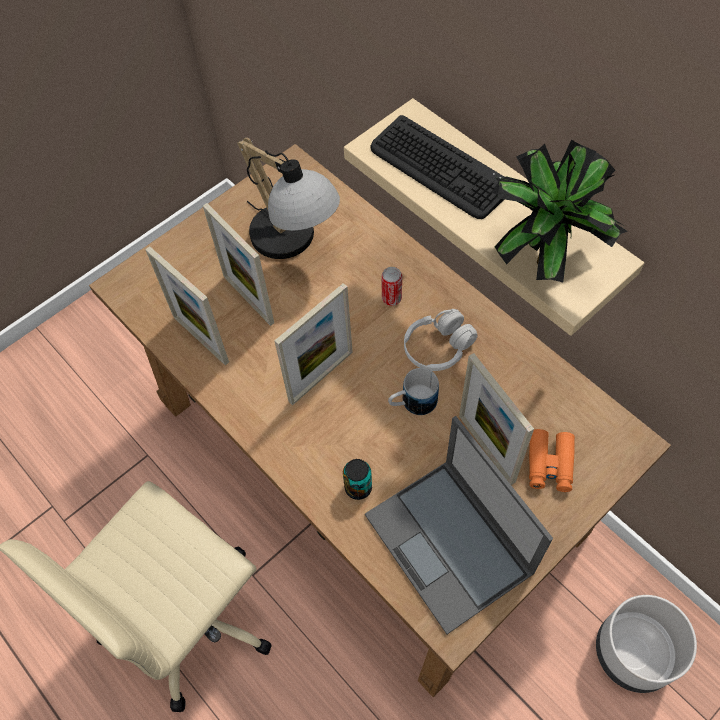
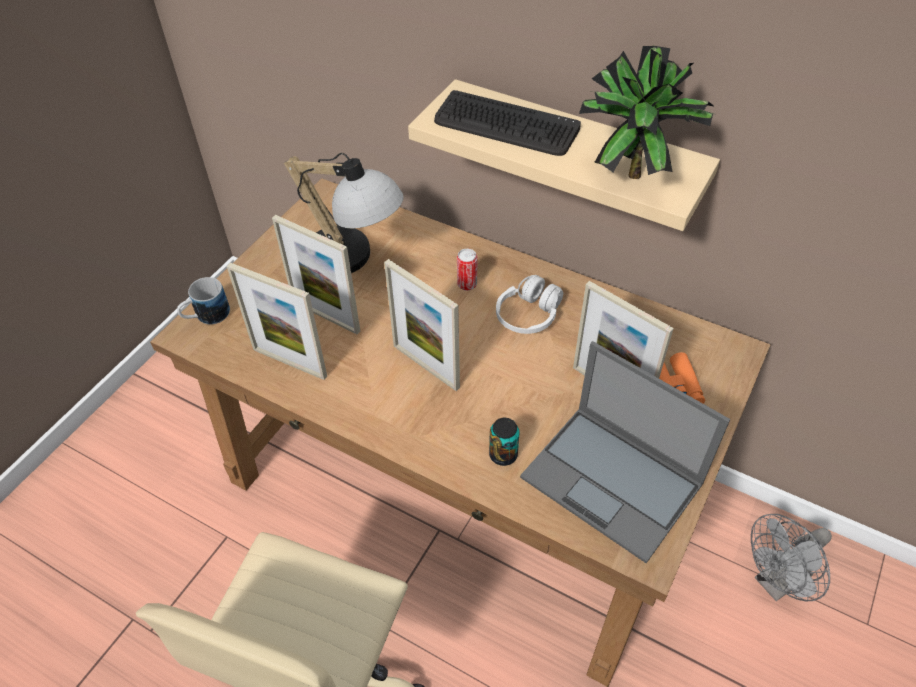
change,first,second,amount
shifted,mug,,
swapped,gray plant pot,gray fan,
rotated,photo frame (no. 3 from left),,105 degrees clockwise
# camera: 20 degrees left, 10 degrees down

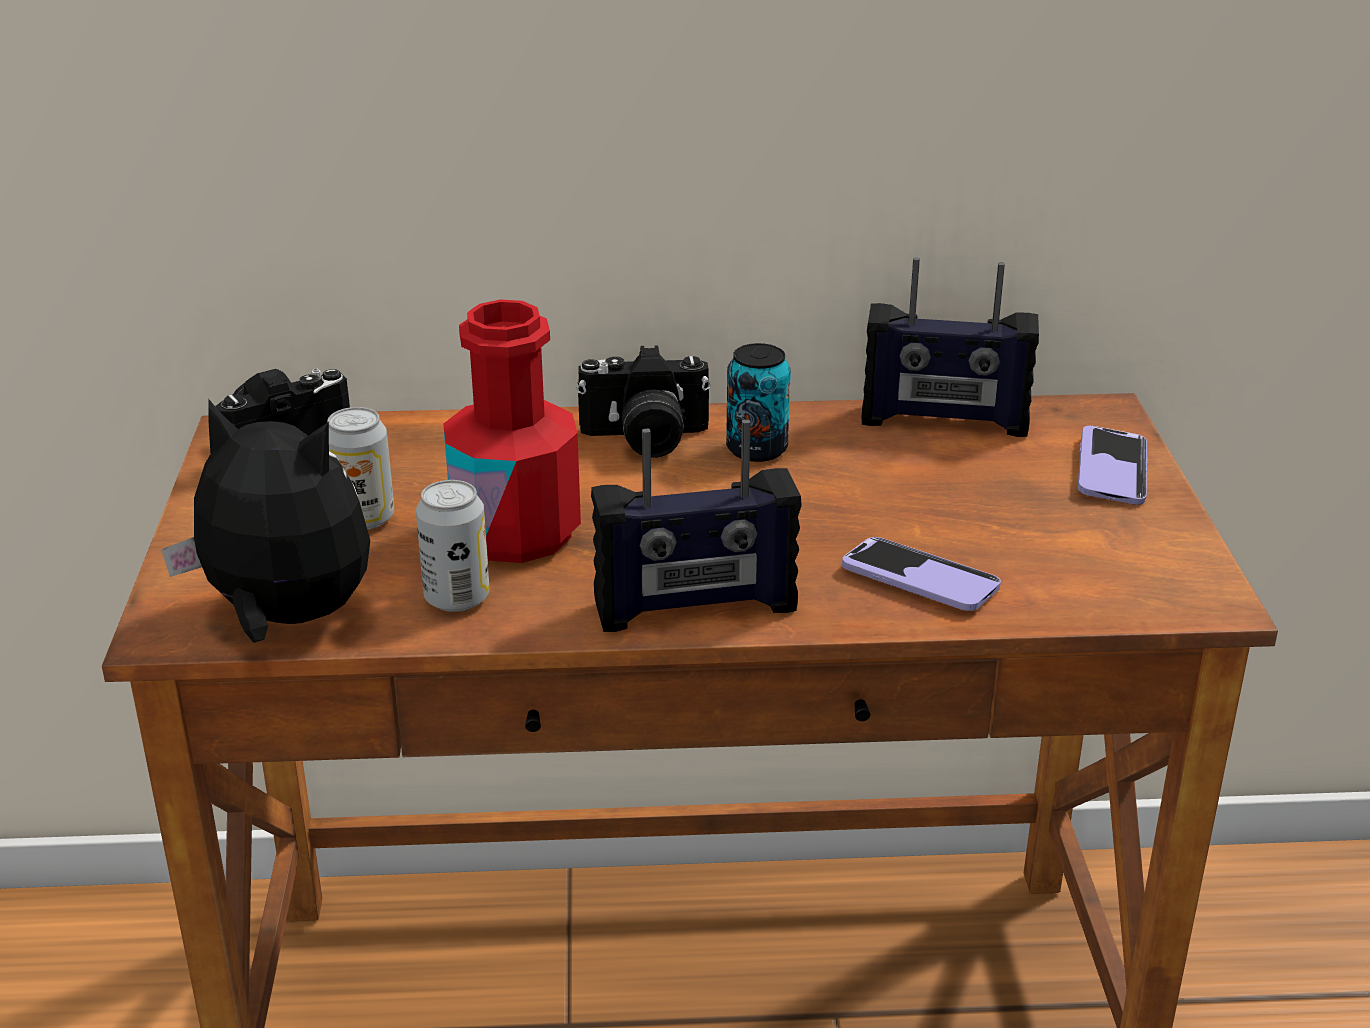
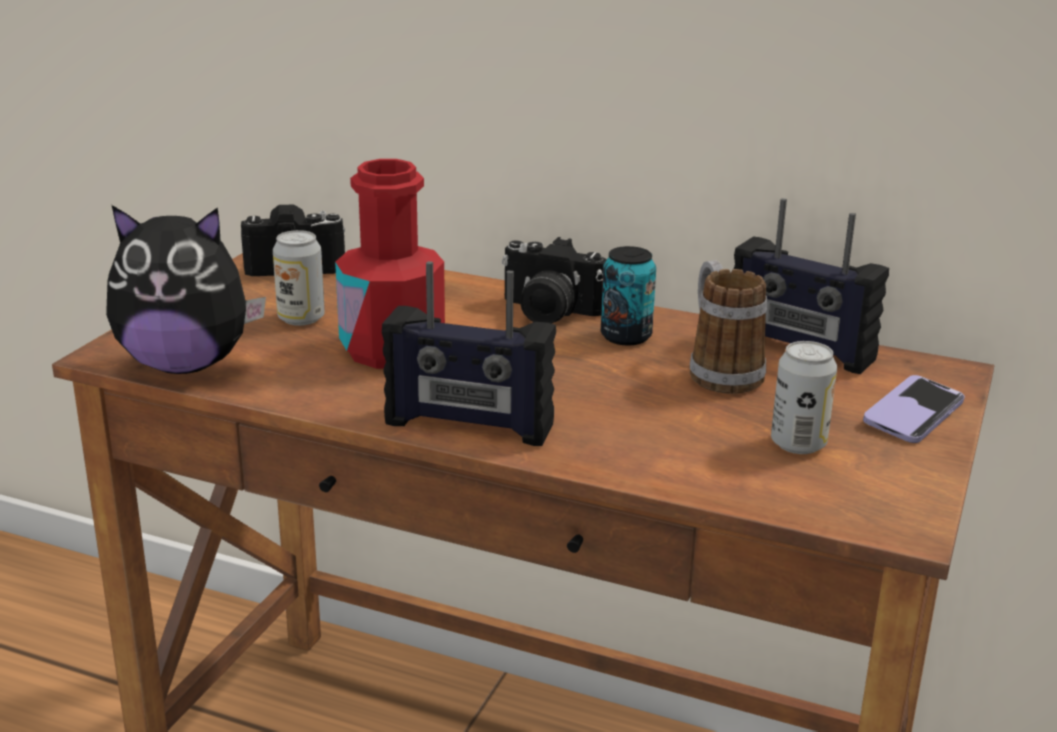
change,first,second,amount
gone,phone (no. 1 from left),,
new,,mug,
shifted,sealed can (no. 2 from left in the first image),sealed can (no. 3 from left),
rotated,plush toy,,135 degrees clockwise
# camera: 25 degrees right, 5 degrees down

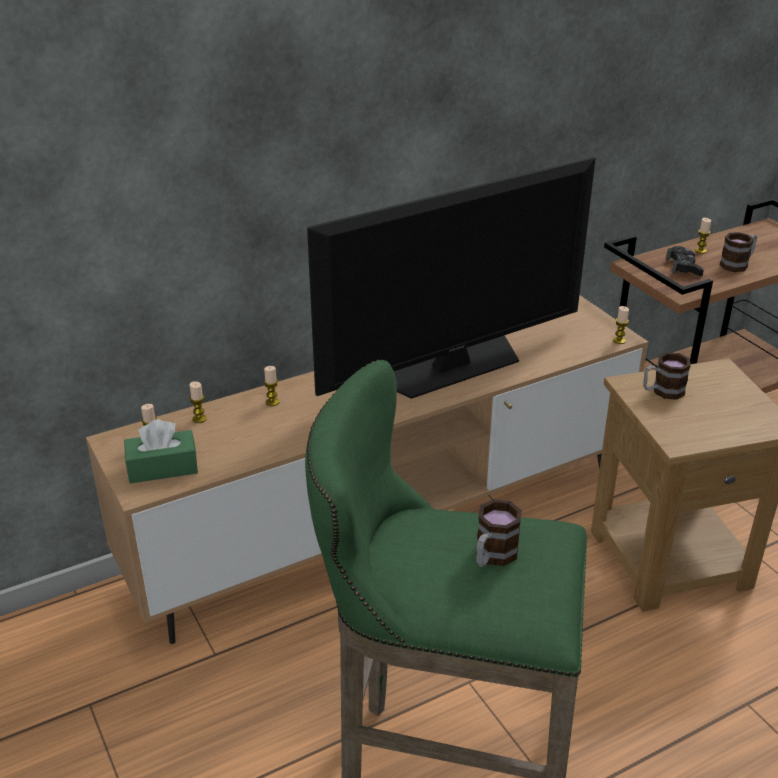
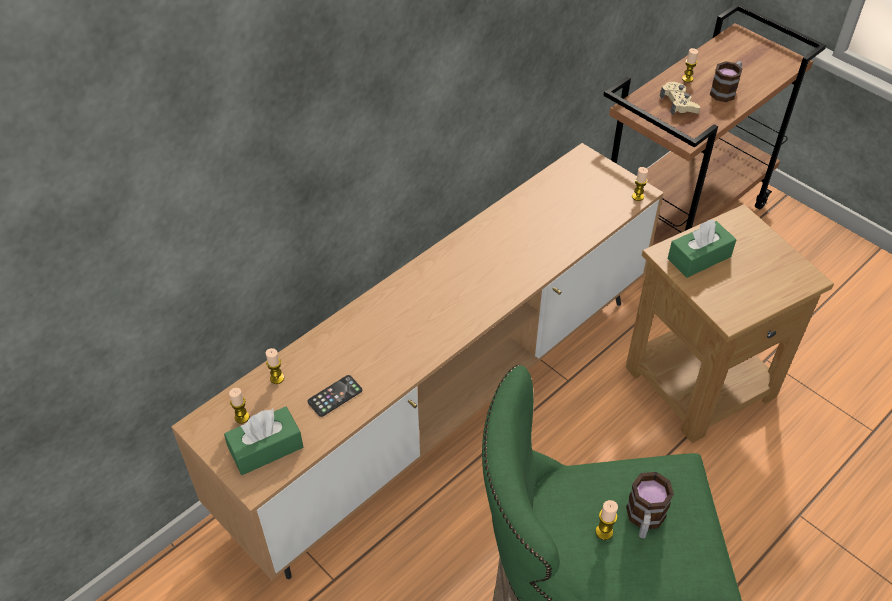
change,first,second,amount
gone,TV,,
new,,phone,
shifted,candle (no. 3 from left),,
swapped,mug (no. 2 from left),greenish tissue box (no. 2 from left),
repainted,black gamepad,beige gamepad,
# camera: 15 degrees left, 15 degrees up

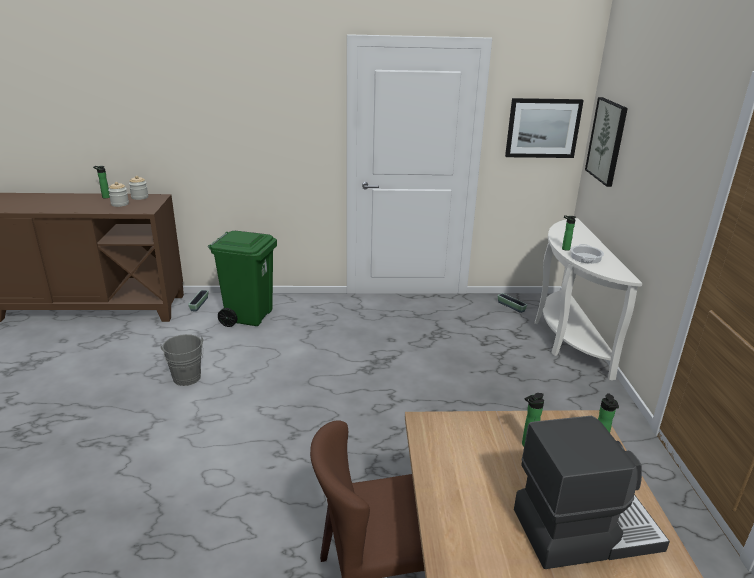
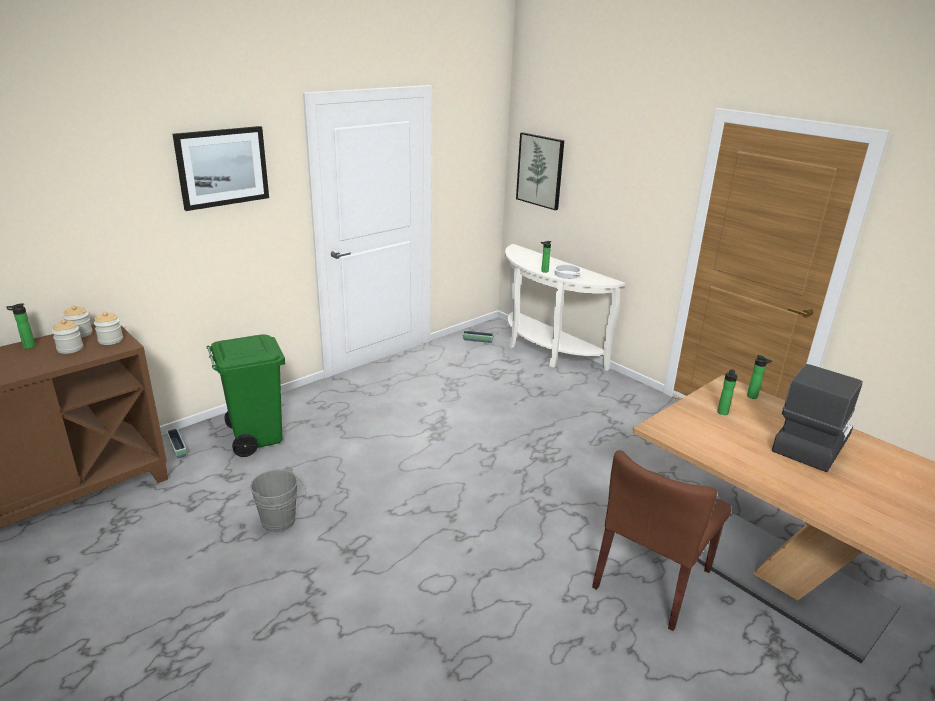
change,first,second,amount
new,,jar (no. 3 from left),
shifted,wall art (no. 1 from left),,
# camera: 40 degrees left, 0 degrees up

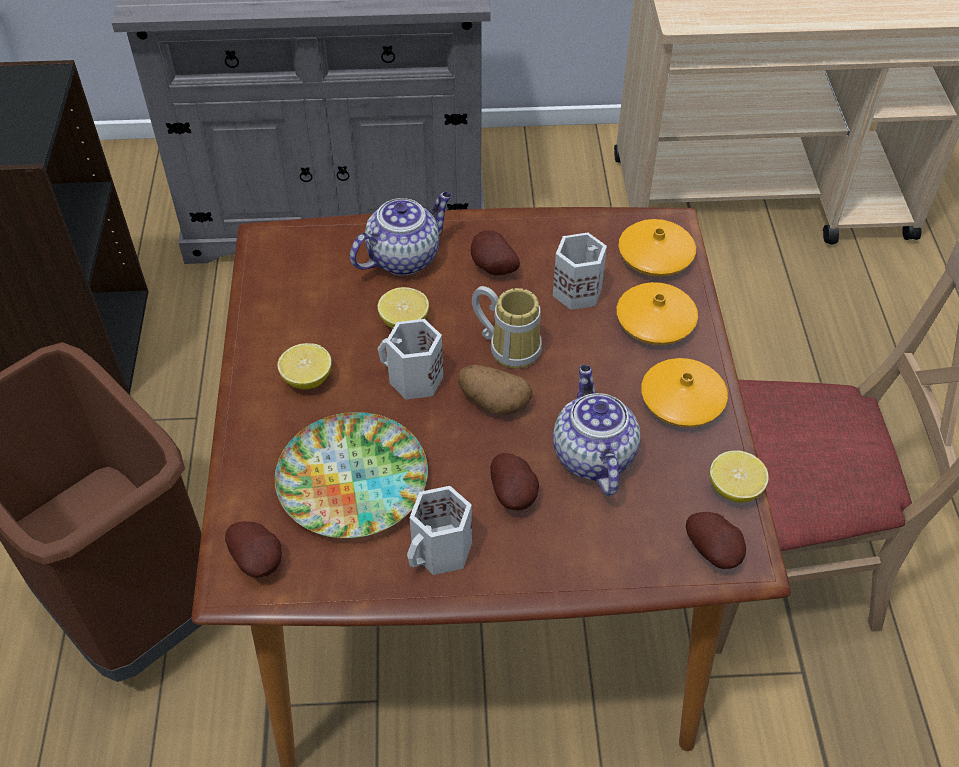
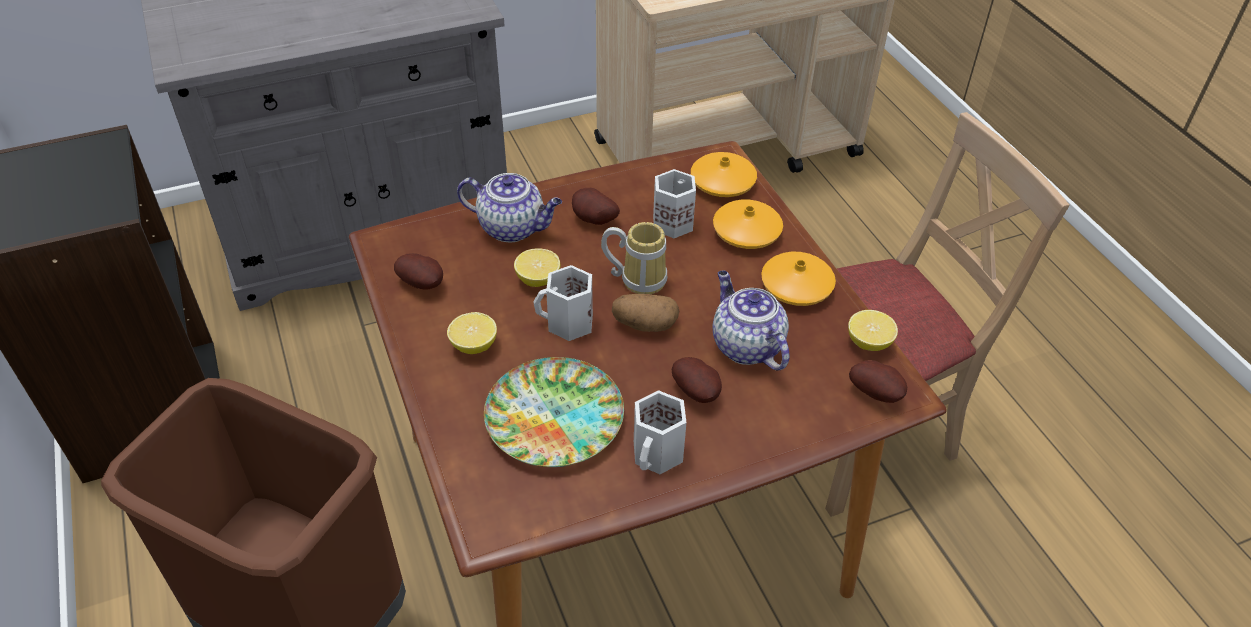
change,first,second,amount
shifted,potato (no. 1 from left),,
rotated,teapot (no. 1 from left),,75 degrees clockwise
# camera: 20 degrees left, 5 degrees down

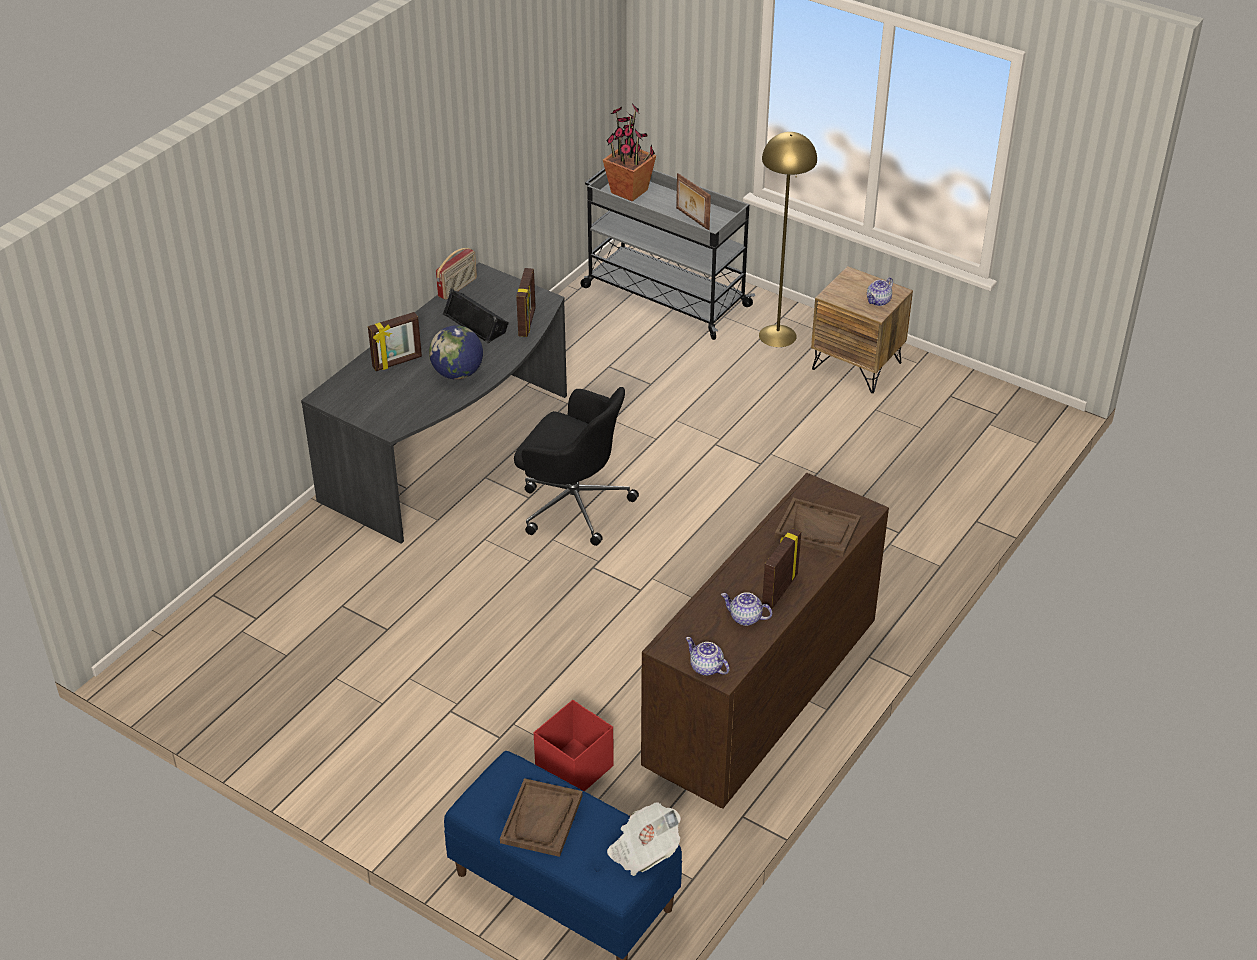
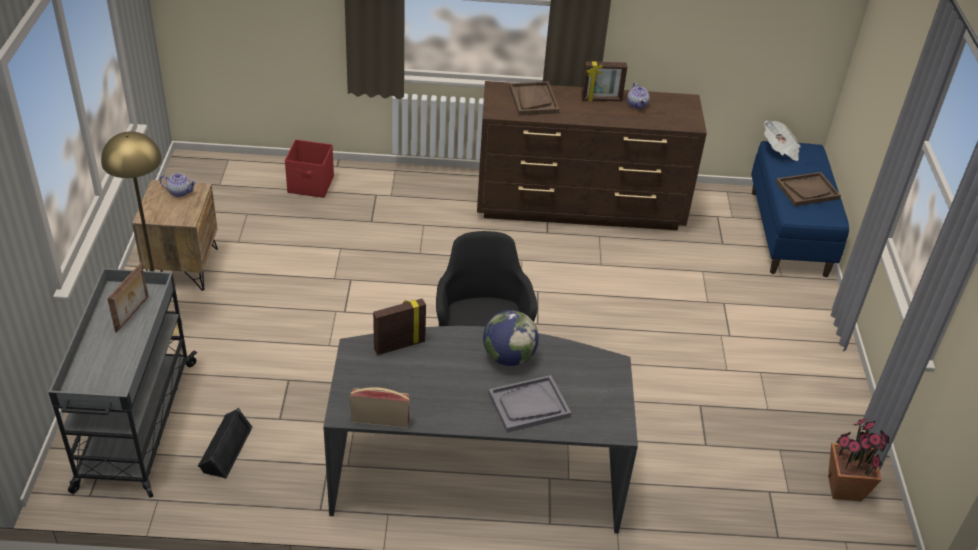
change,first,second,amount
gone,teapot (no. 1 from left),,
shifted,black loudspeaker,,
shifted,red-coloured storage box,,
shifted,plant in a pot,,
swapped,photo frame (no. 1 from left),gray serving tray,
# camera: 125 degrees left, 0 degrees up

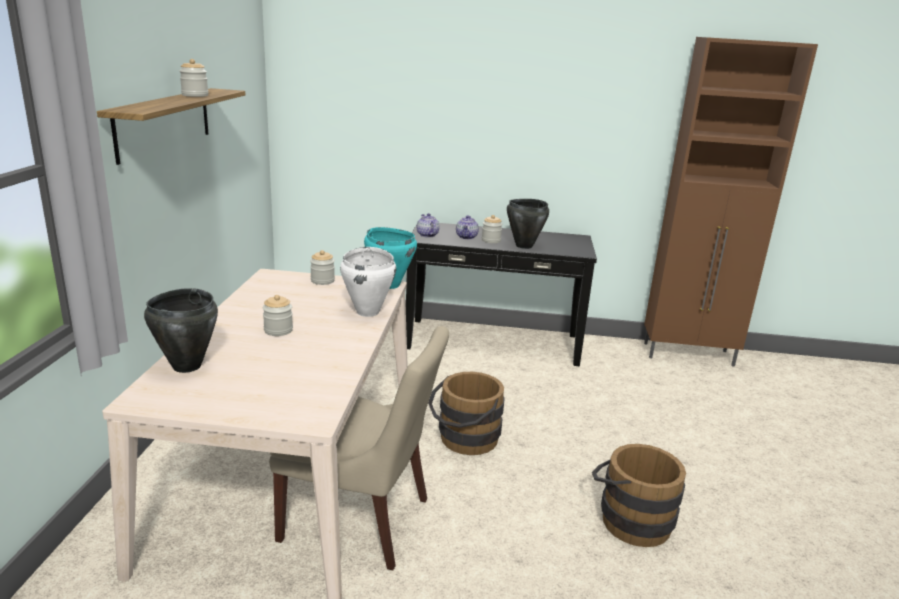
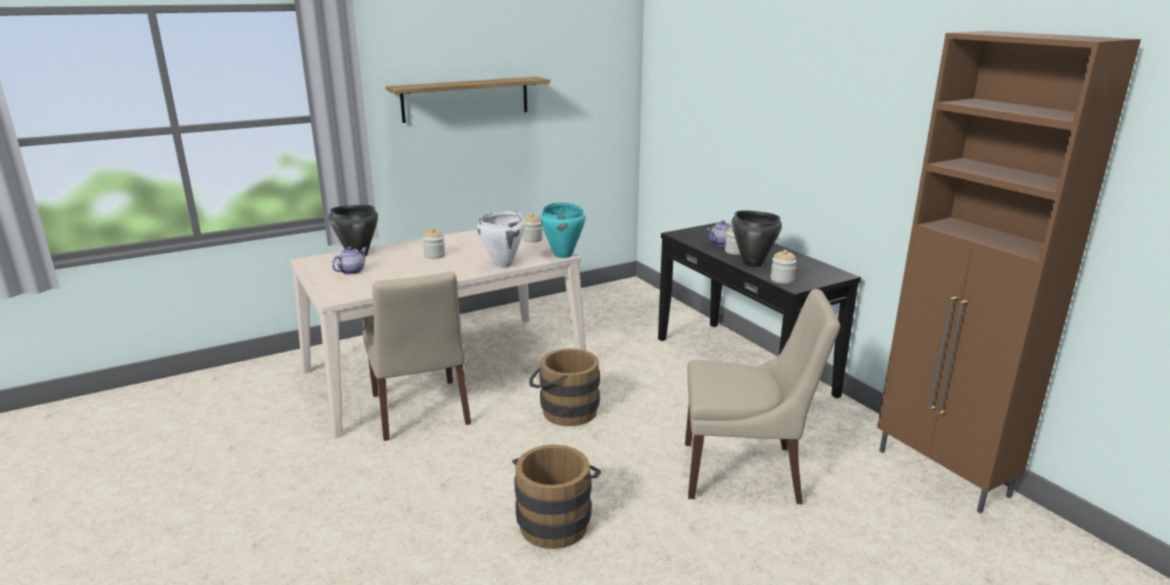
change,first,second,amount
new,,beige upright chair (no. 2 from left),
shifted,jar (no. 1 from left in the first image),jar (no. 4 from left),
shifted,teapot (no. 1 from left),,
# camera: 55 degrees right, 0 degrees up

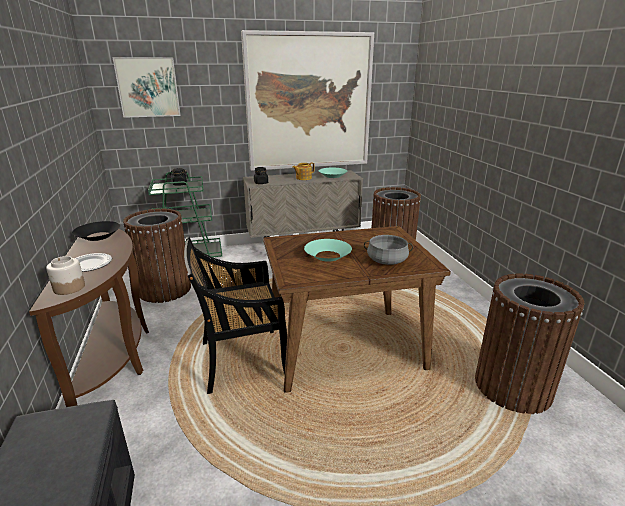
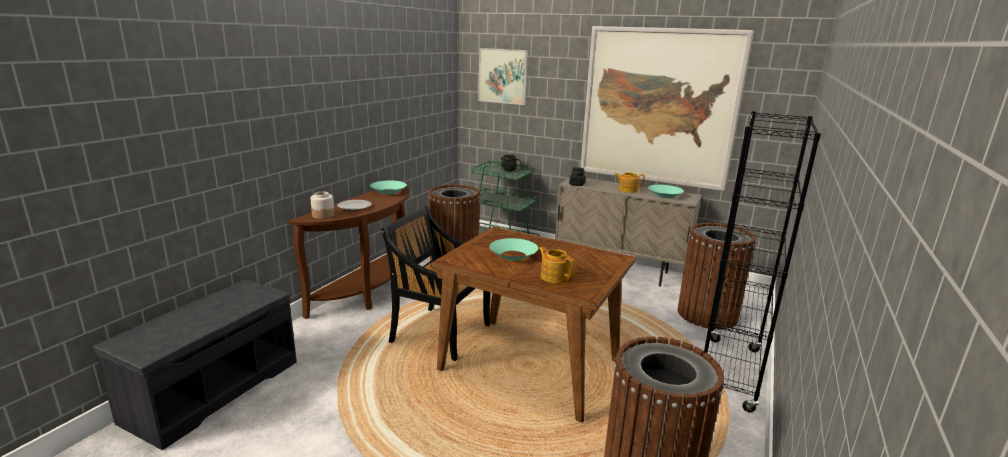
change,first,second,amount
new,,black bookshelf,
swapped,gray cooking pot,teapot (no. 1 from left),
repainted,black deep dish,turquoise-coloured deep dish (no. 1 from left),
# camera: 40 degrees right, 5 degrees down

